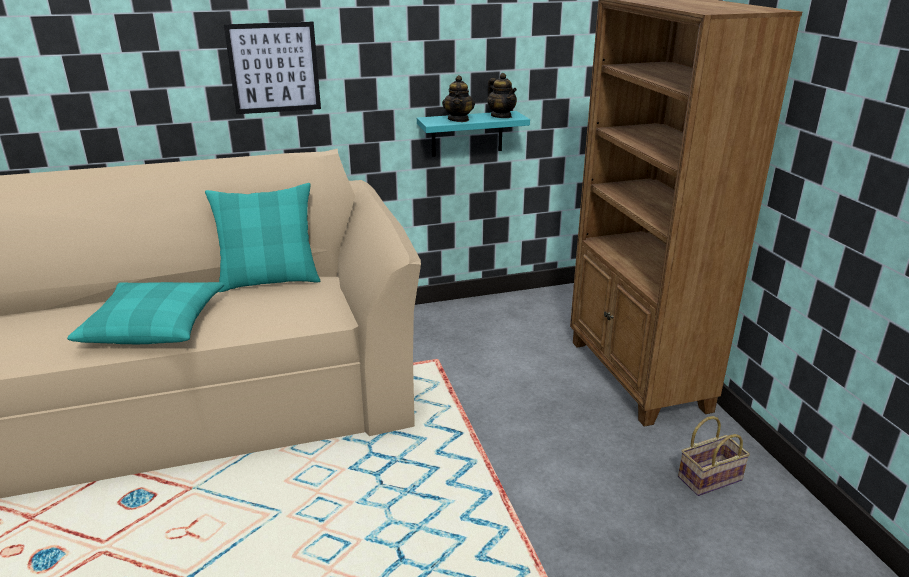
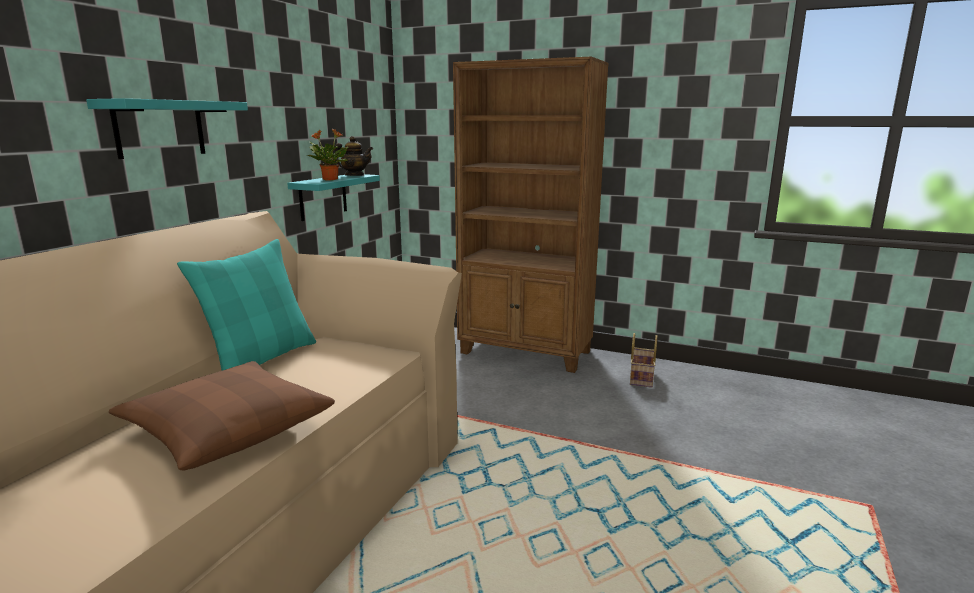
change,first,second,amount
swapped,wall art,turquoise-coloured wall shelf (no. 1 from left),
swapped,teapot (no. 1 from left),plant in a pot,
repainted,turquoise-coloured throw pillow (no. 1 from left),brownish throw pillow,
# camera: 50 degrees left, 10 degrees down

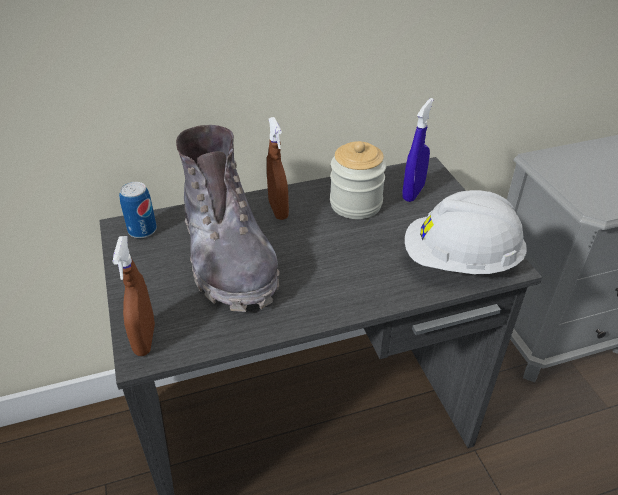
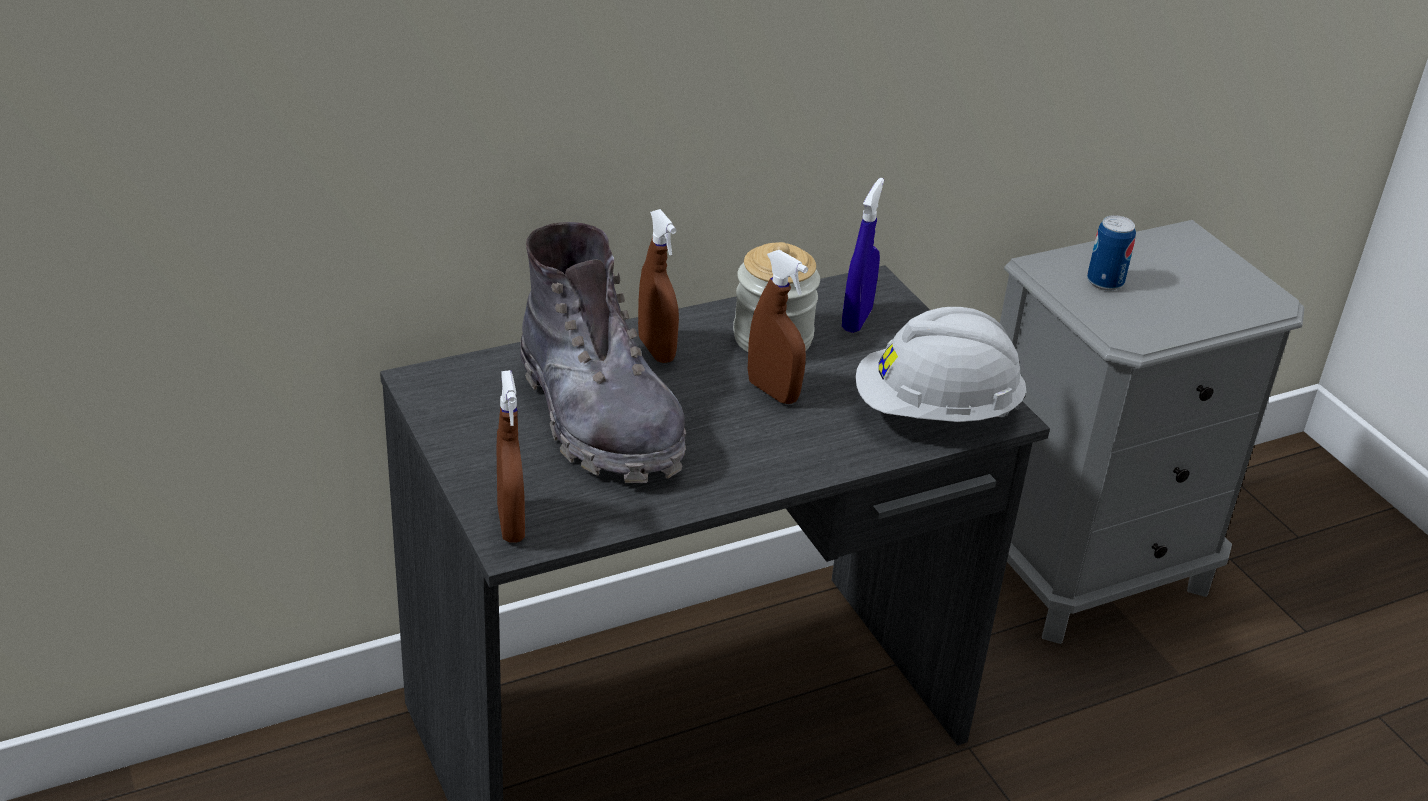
change,first,second,amount
new,,brownish hand sprayer (no. 3 from left),
shifted,sealed can,,
# camera: 10 degrees left, 5 degrees down

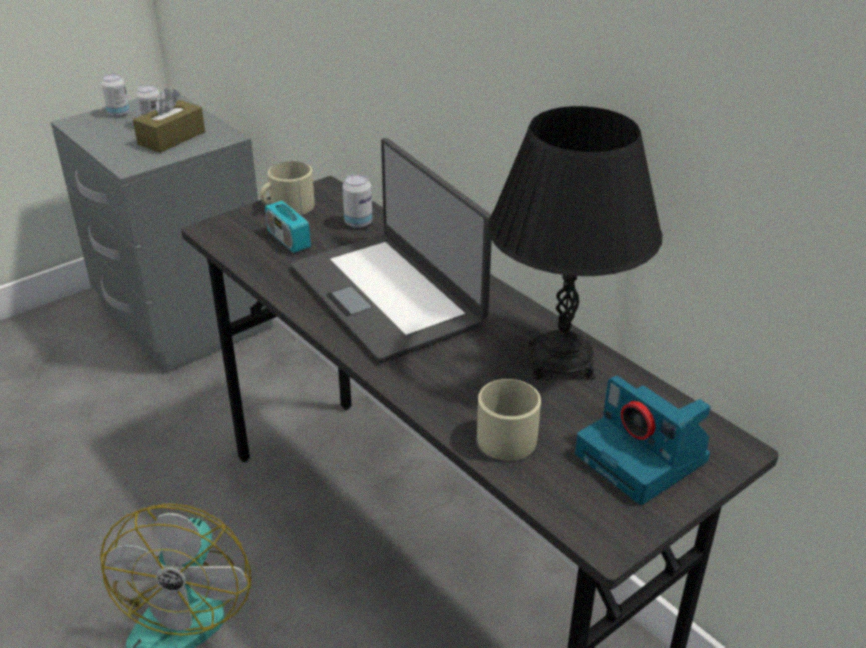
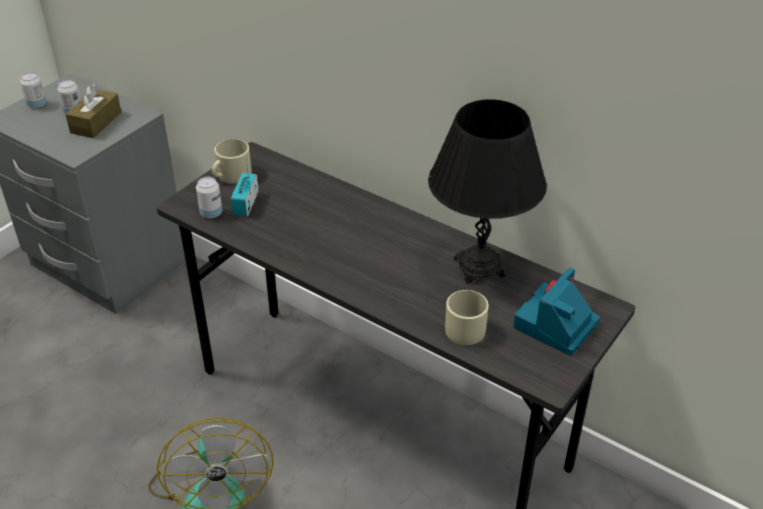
change,first,second,amount
gone,notebook computer,,
shifted,sealed can (no. 3 from left),,
rotated,radio set,,60 degrees clockwise
rotated,photo camera,,90 degrees clockwise
# camera: 15 degrees left, 5 degrees up

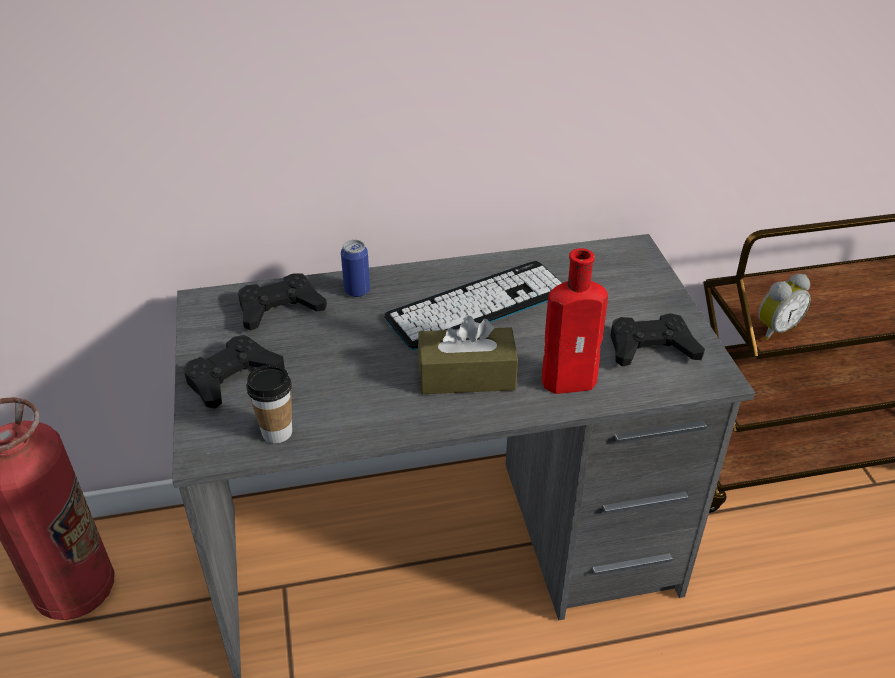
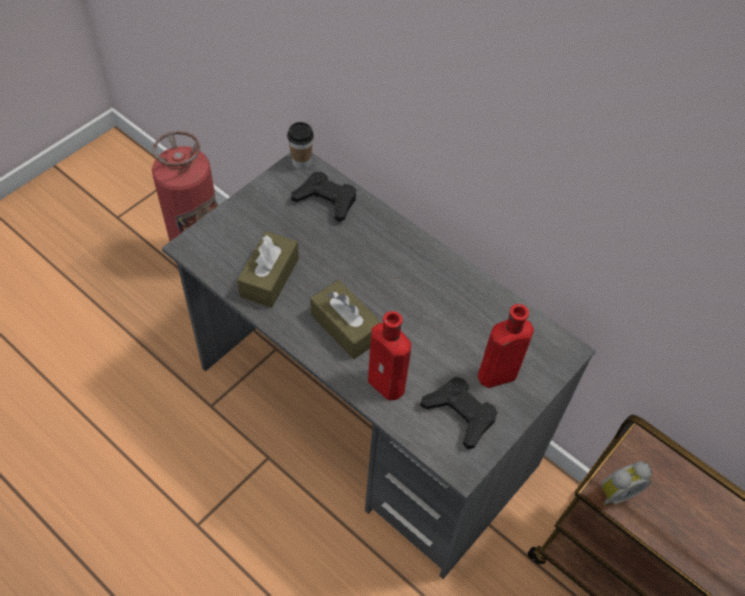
change,first,second,amount
gone,black gamepad (no. 1 from left),,
gone,sealed can,,
gone,keyboard,,
new,,brownish tissue box (no. 1 from left),
new,,red-coloured beverage bottle (no. 2 from left),
shifted,cup,,
rotated,bedside clock,,45 degrees counterclockwise
# camera: 50 degrees right, 15 degrees up

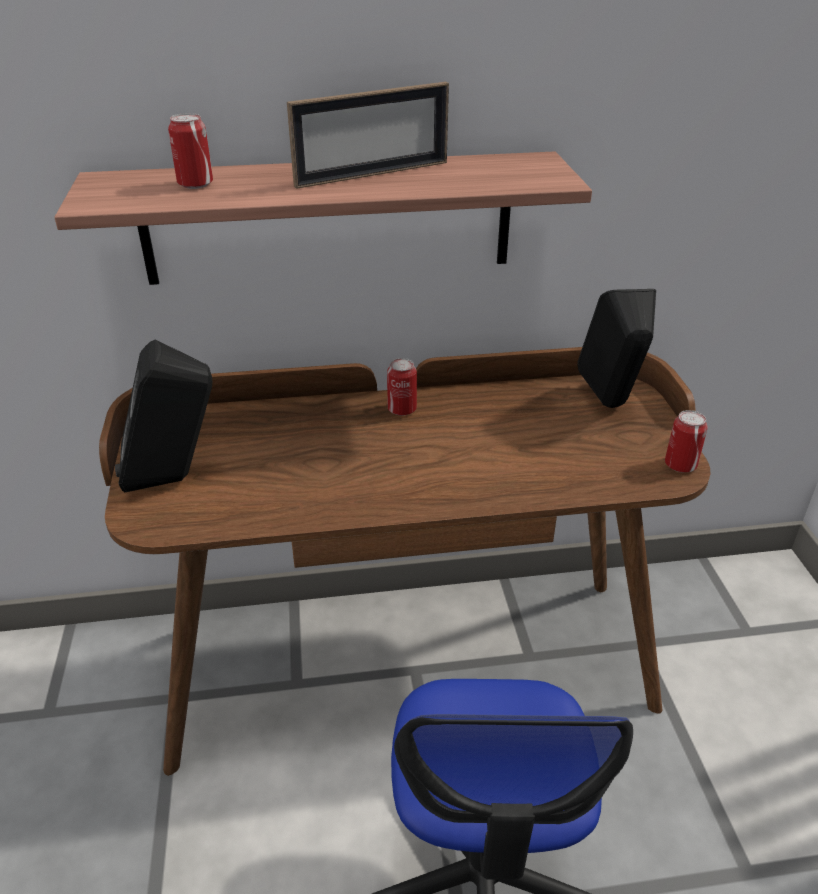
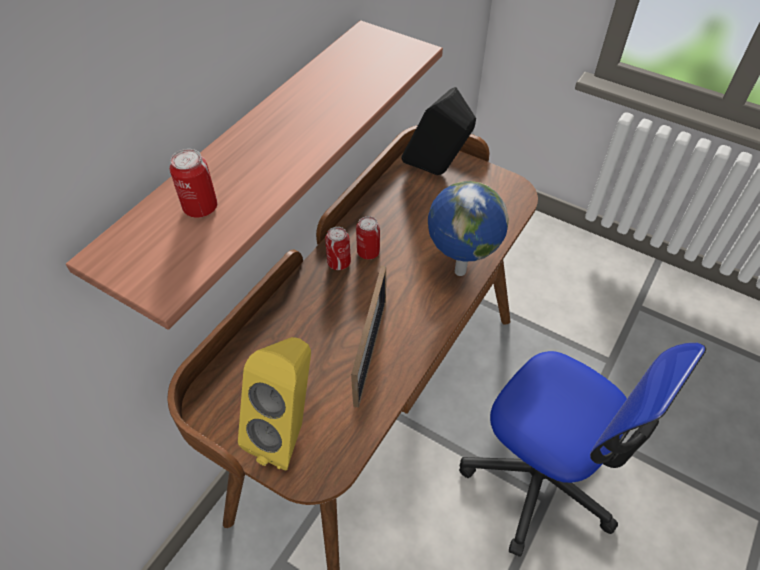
change,first,second,amount
new,,desk globe,
shifted,photo frame,,
shifted,sealed can (no. 3 from left),,
repainted,black loudspeaker (no. 1 from left),yellow-coloured loudspeaker,
# camera: 50 degrees left, 15 degrees up

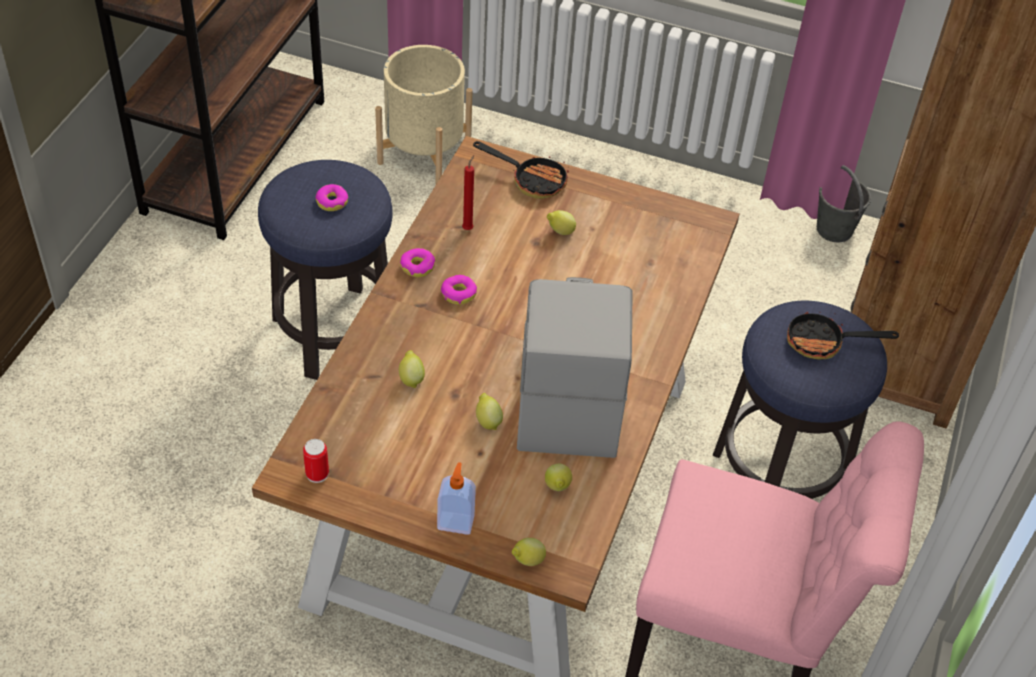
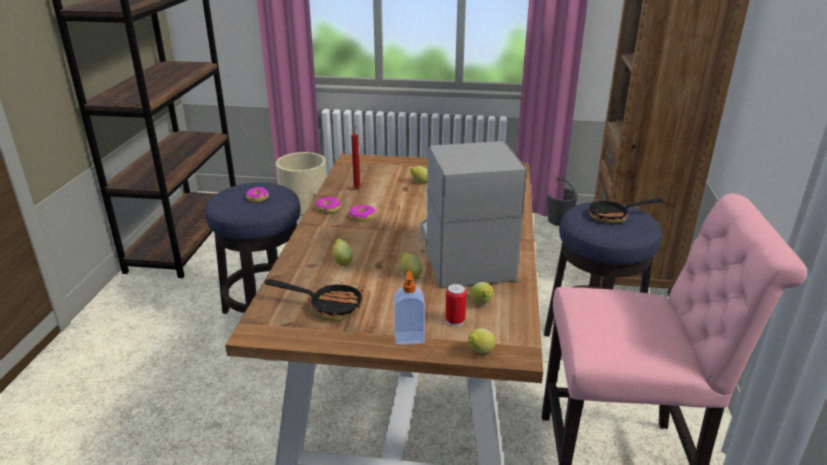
change,first,second,amount
shifted,sealed can,,
shifted,skillet (no. 1 from left),,
# camera: 10 degrees left, 20 degrees down

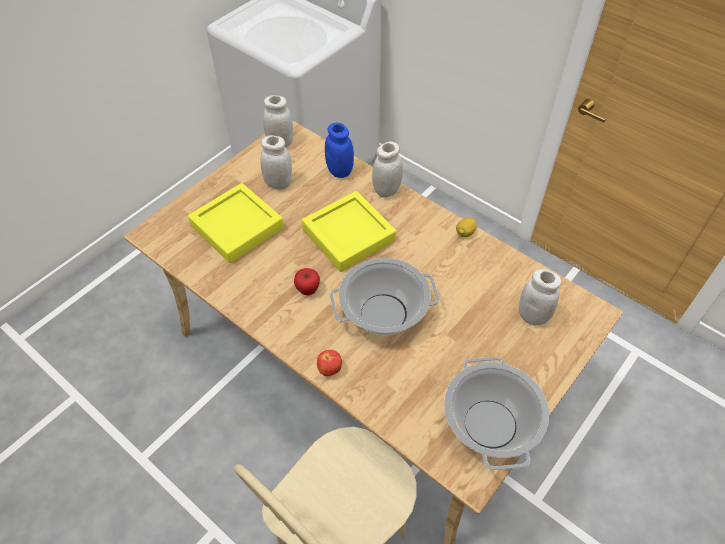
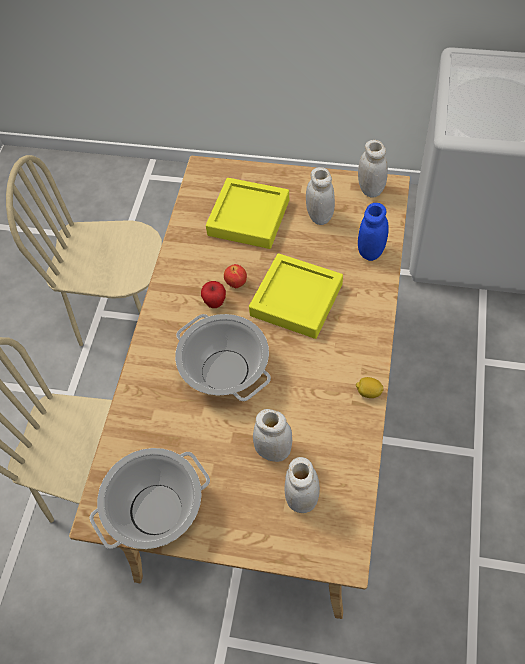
change,first,second,amount
new,,beige upright chair (no. 2 from left),
shifted,apple (no. 2 from left),,
shifted,whitish jar (no. 3 from left in the first image),whitish jar (no. 1 from left),
# camera: 65 degrees right, 5 degrees up

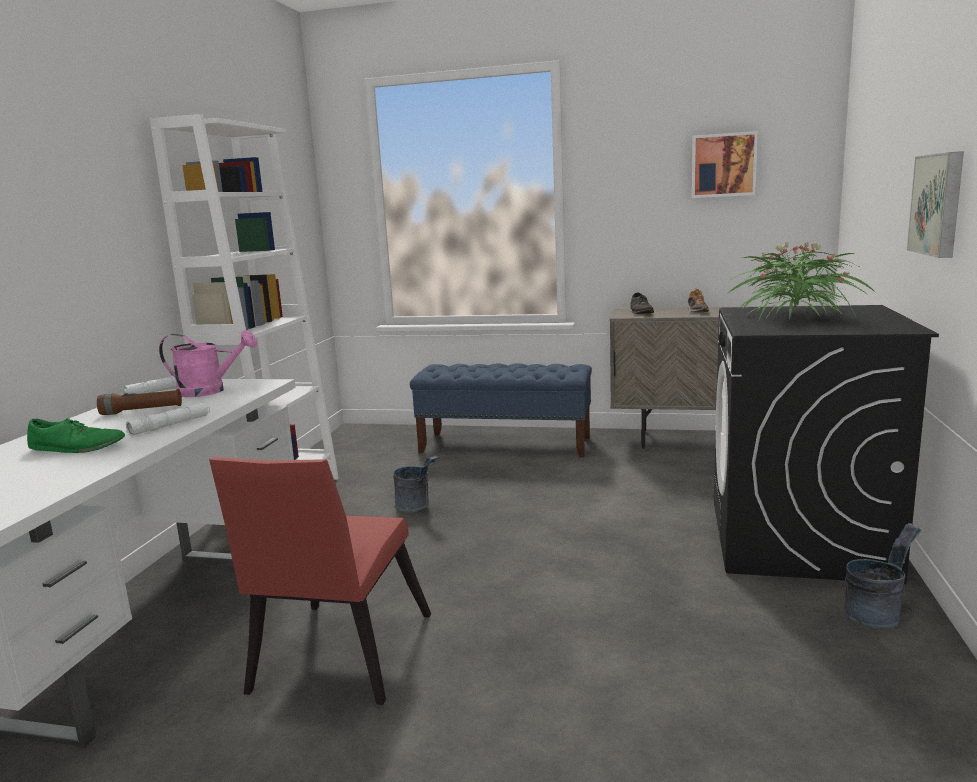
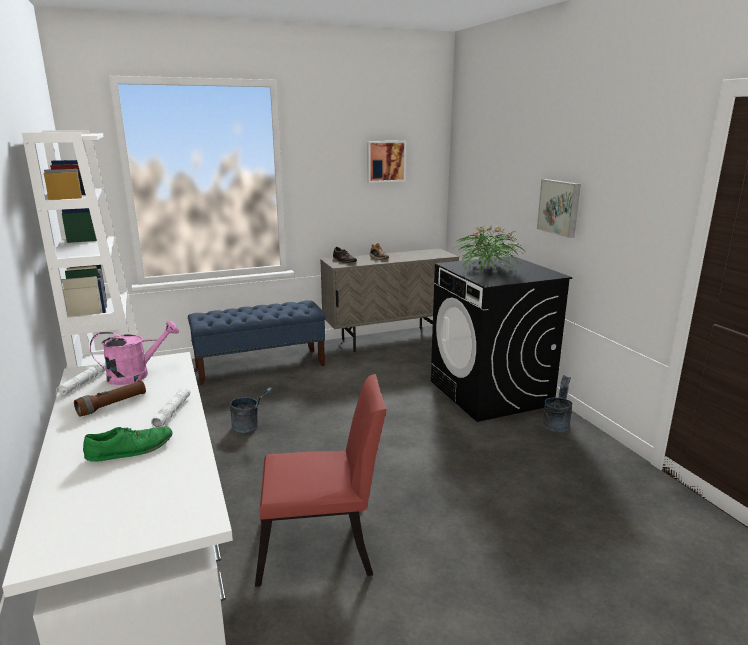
change,first,second,amount
rotated,red-coloured upright chair,,75 degrees counterclockwise
# camera: 35 degrees left, 5 degrees up

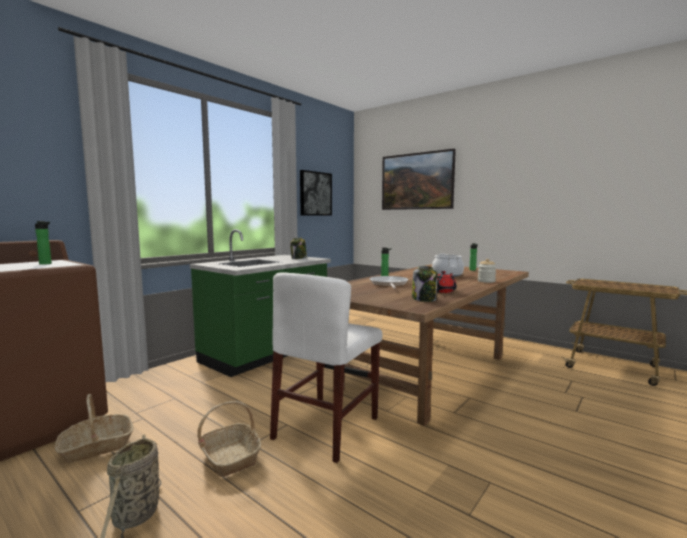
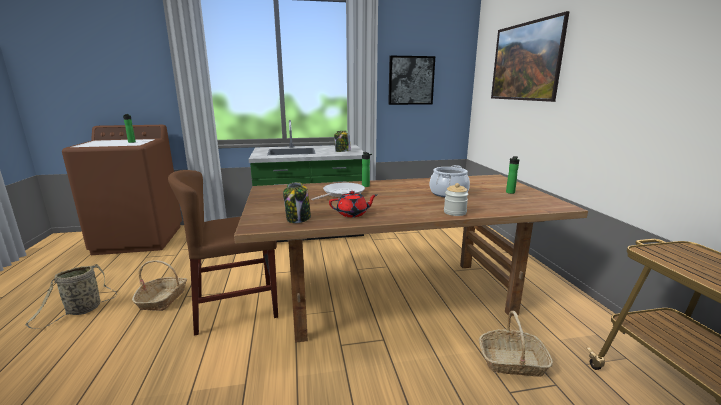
change,first,second,amount
shifted,household basket (no. 1 from left in the first image),household basket (no. 3 from left),
repainted,whitish upright chair,brownish upright chair,
# camera: 40 degrees right, 10 degrees up

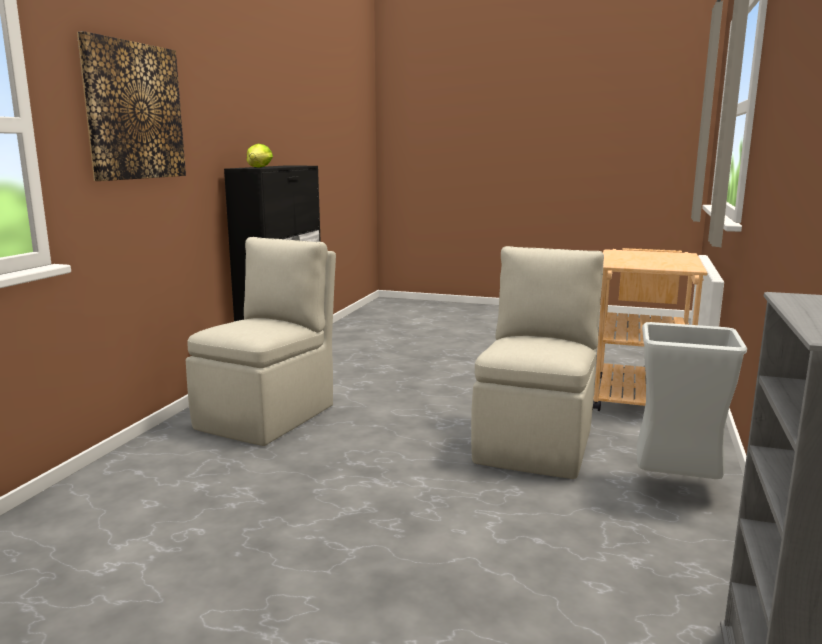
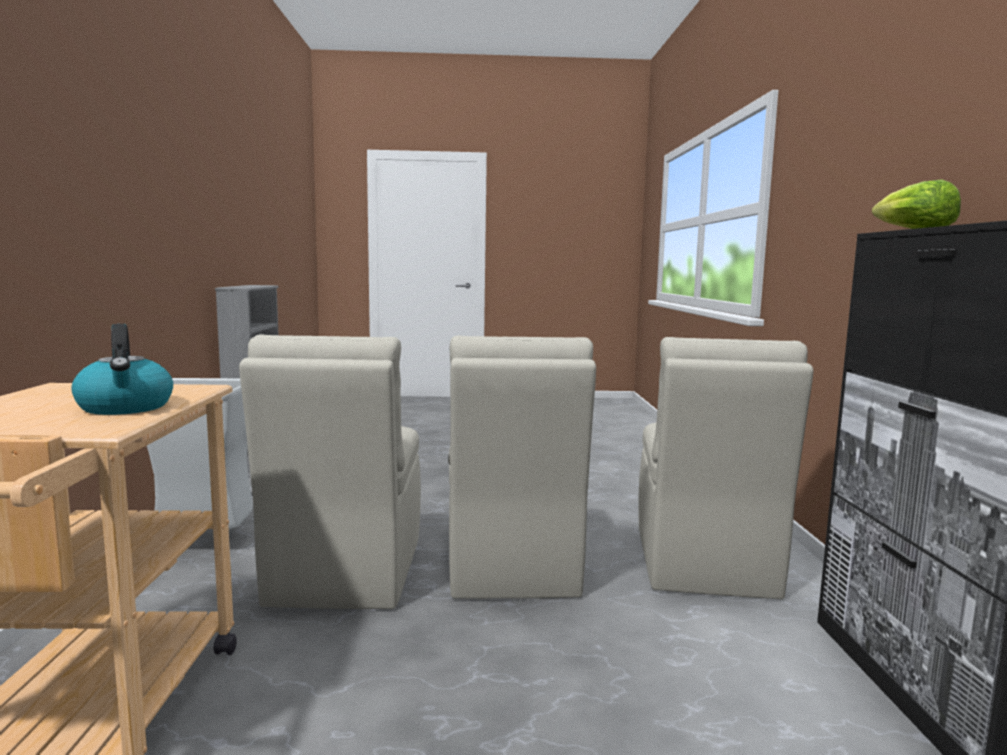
change,first,second,amount
gone,wall art,,
new,,water kettle,
new,,beige upright chair (no. 2 from left),
# camera: 160 degrees right, 5 degrees down

